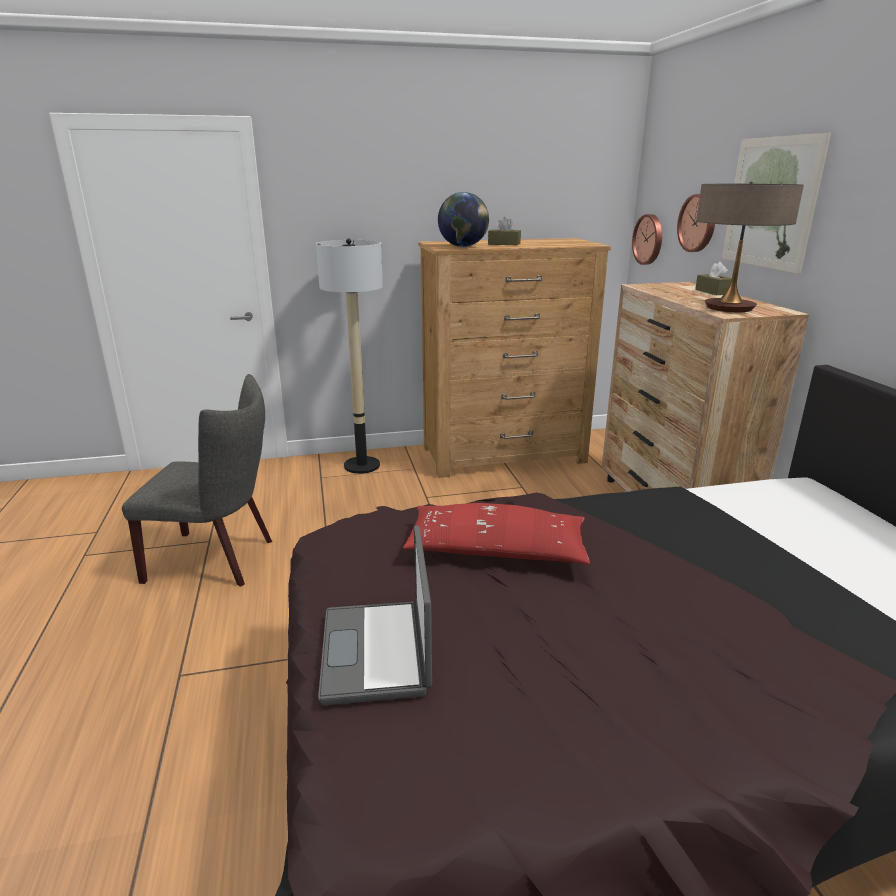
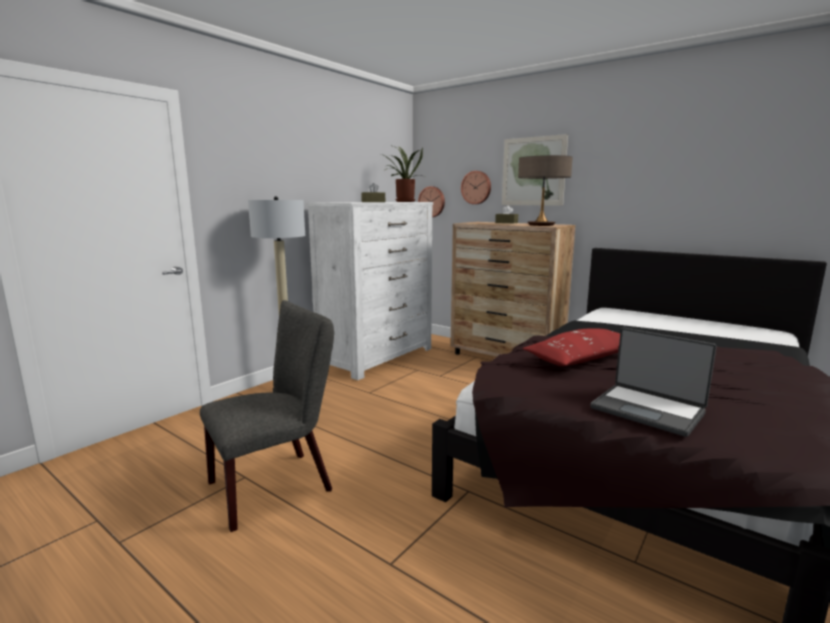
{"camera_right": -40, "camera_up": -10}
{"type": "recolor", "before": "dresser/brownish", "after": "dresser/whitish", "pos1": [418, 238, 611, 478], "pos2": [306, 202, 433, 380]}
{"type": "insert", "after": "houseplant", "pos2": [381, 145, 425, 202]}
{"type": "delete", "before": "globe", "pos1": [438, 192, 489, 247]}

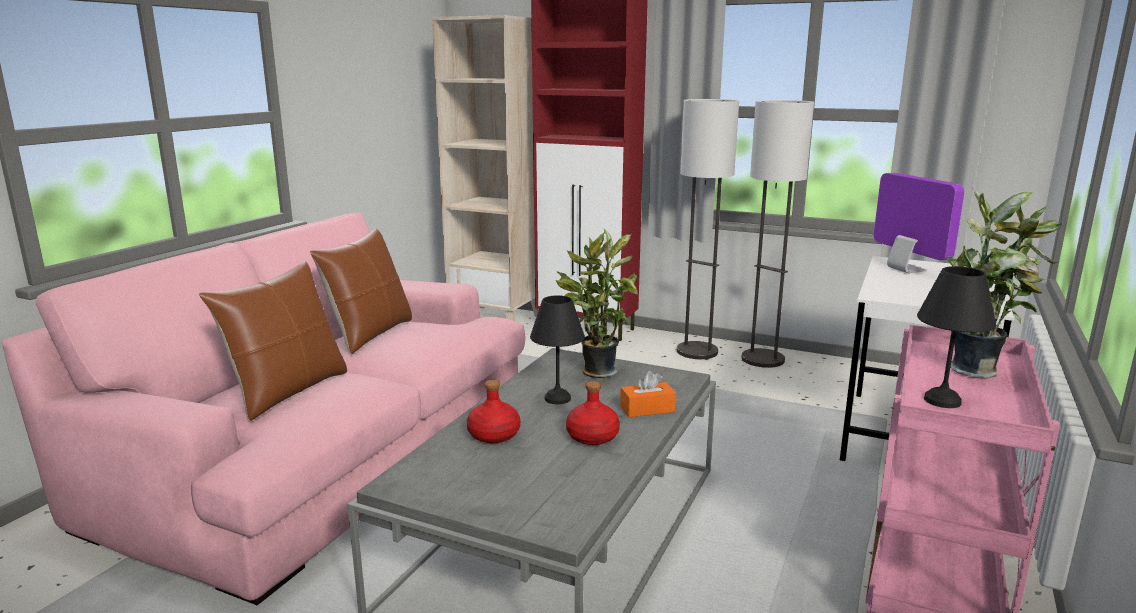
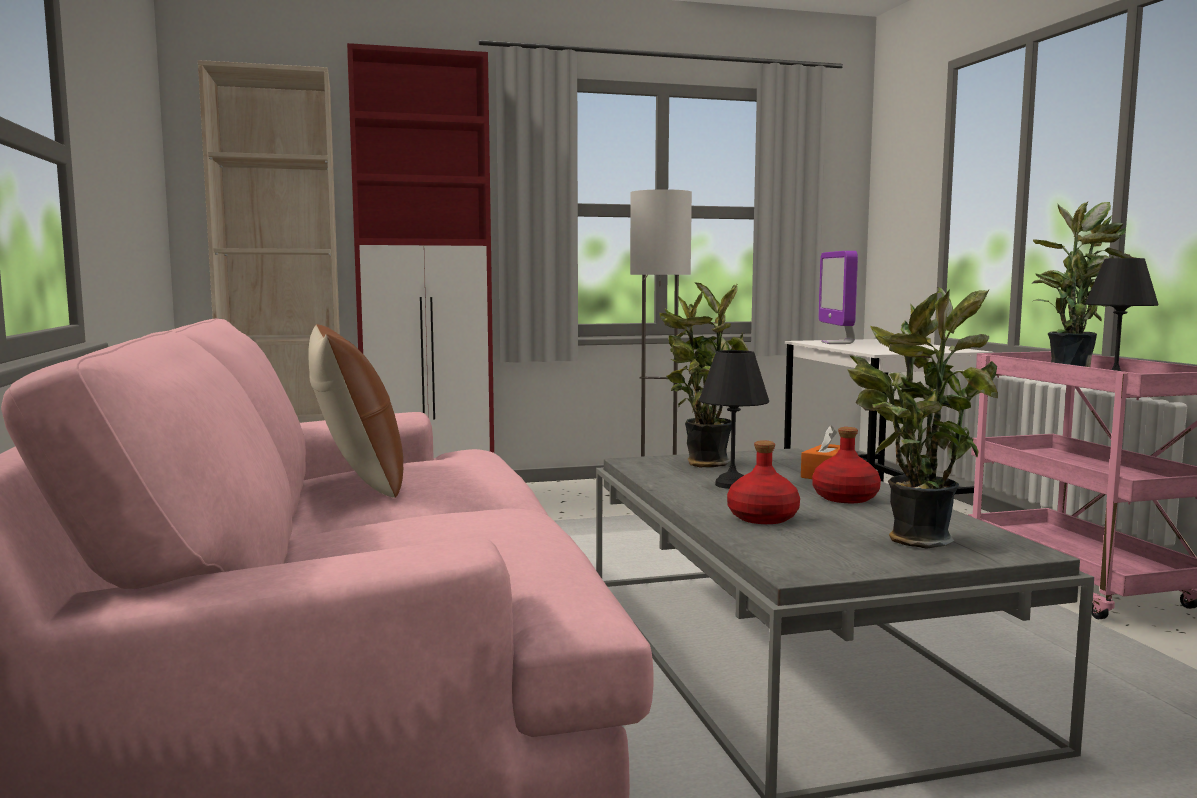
{"camera_right": -40, "camera_up": -10}
{"type": "rotate", "before": "computer screen", "pos1": [874, 173, 964, 273], "pos2": [818, 251, 858, 344], "turn": -120}
{"type": "insert", "after": "houseplant", "pos2": [848, 287, 998, 549]}
{"type": "delete", "before": "cushion/brownish", "pos1": [199, 261, 347, 421]}
{"type": "delete", "before": "standing lamp", "pos1": [677, 99, 739, 359]}

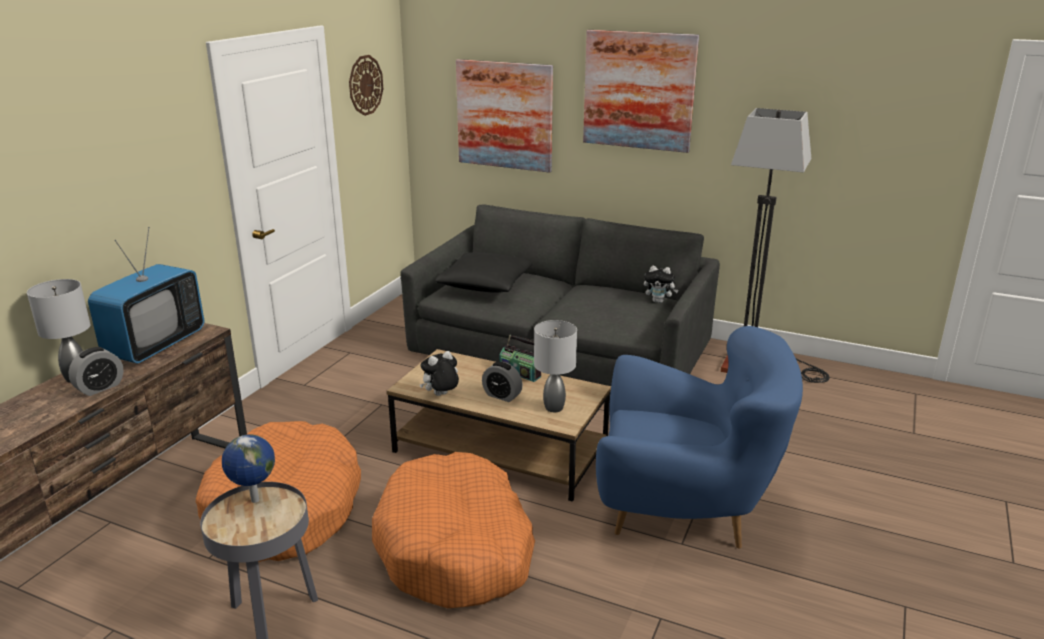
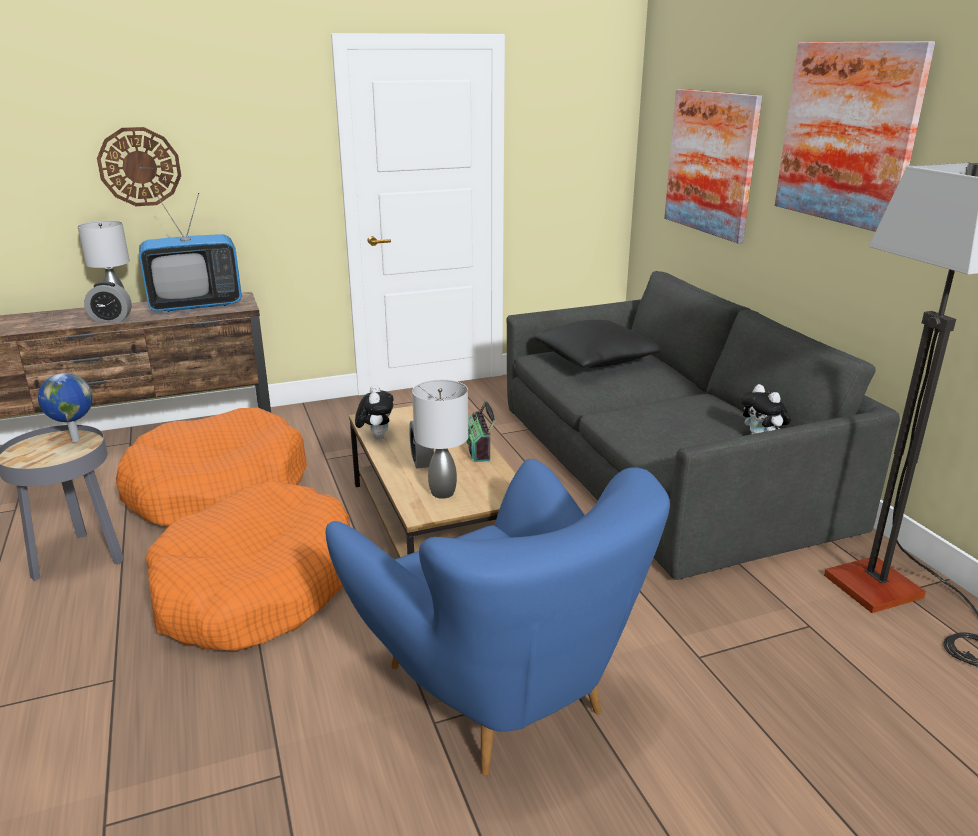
{"camera_right": 45, "camera_up": 0}
{"type": "move", "before": "wall clock", "pos1": [349, 55, 383, 116], "pos2": [97, 127, 181, 206]}
{"type": "rotate", "before": "cuddly toy", "pos1": [420, 351, 459, 396], "pos2": [355, 385, 393, 440], "turn": 75}

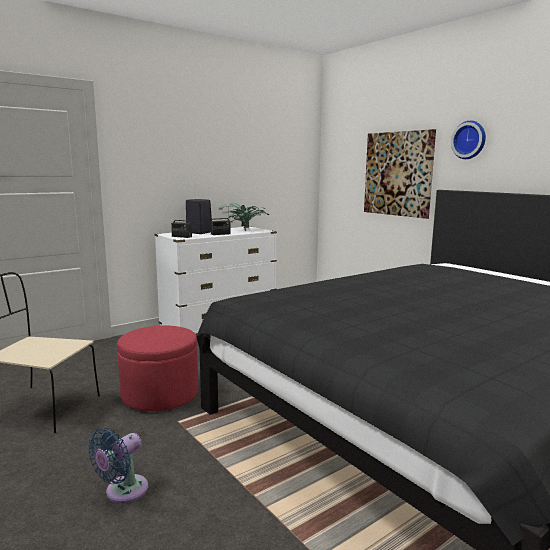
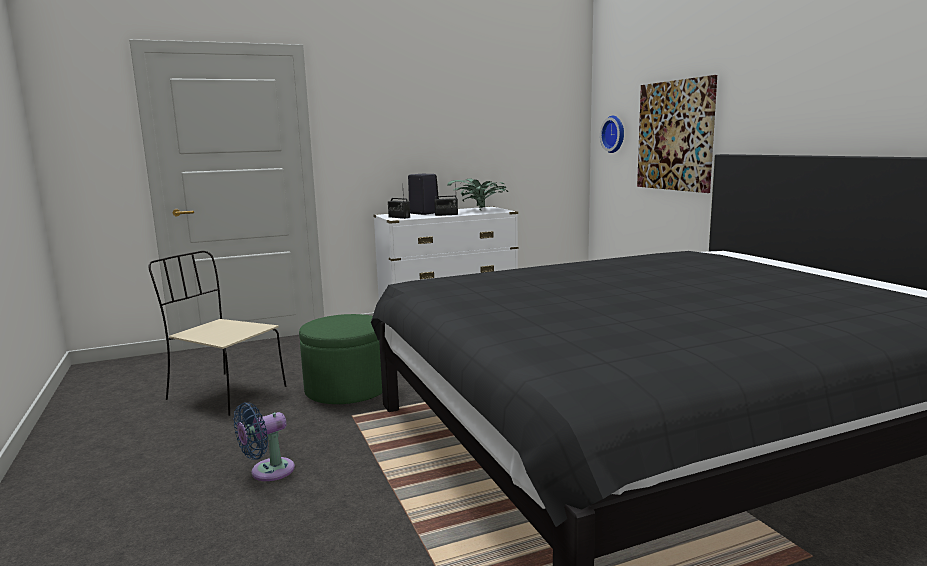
{"camera_right": 15, "camera_up": 0}
{"type": "recolor", "before": "pouffe/reddish", "after": "pouffe/green-coloured", "pos1": [117, 326, 198, 411], "pos2": [299, 314, 382, 404]}
{"type": "move", "before": "wall clock", "pos1": [451, 121, 486, 159], "pos2": [600, 116, 624, 153]}

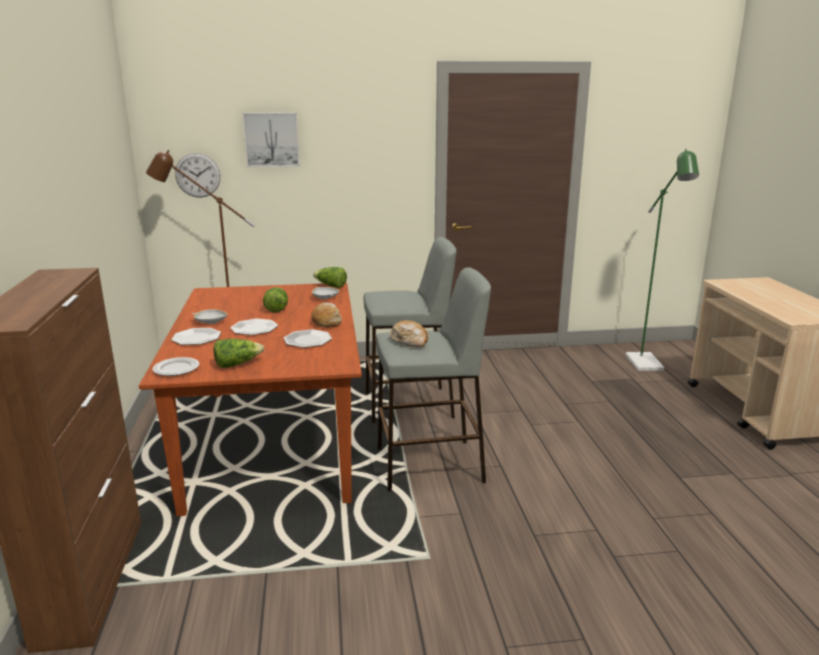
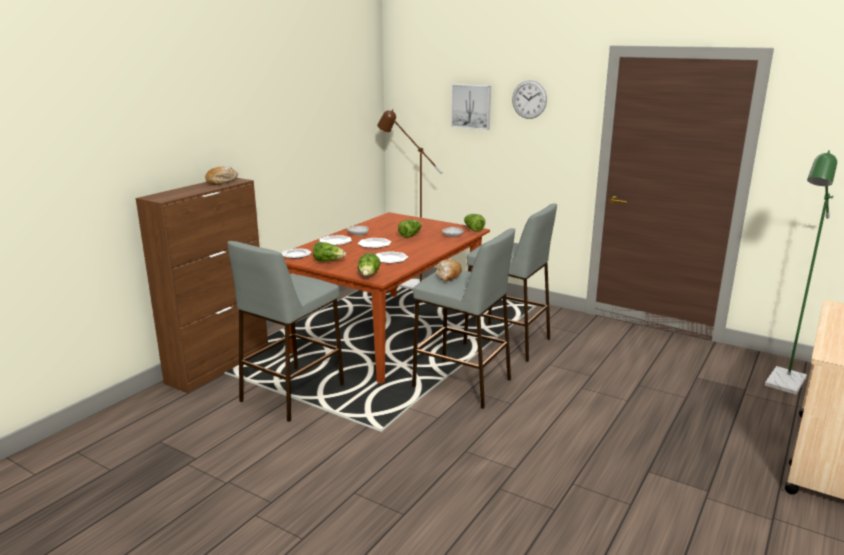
{"camera_right": 40, "camera_up": 0}
{"type": "move", "before": "bakery bread", "pos1": [311, 302, 342, 328], "pos2": [205, 166, 238, 185]}
{"type": "insert", "after": "sitting stool/gray", "pos2": [227, 241, 344, 422]}
{"type": "insert", "after": "head of lettuce", "pos2": [358, 253, 380, 276]}
{"type": "move", "before": "wall clock", "pos1": [175, 153, 221, 198], "pos2": [512, 80, 547, 119]}

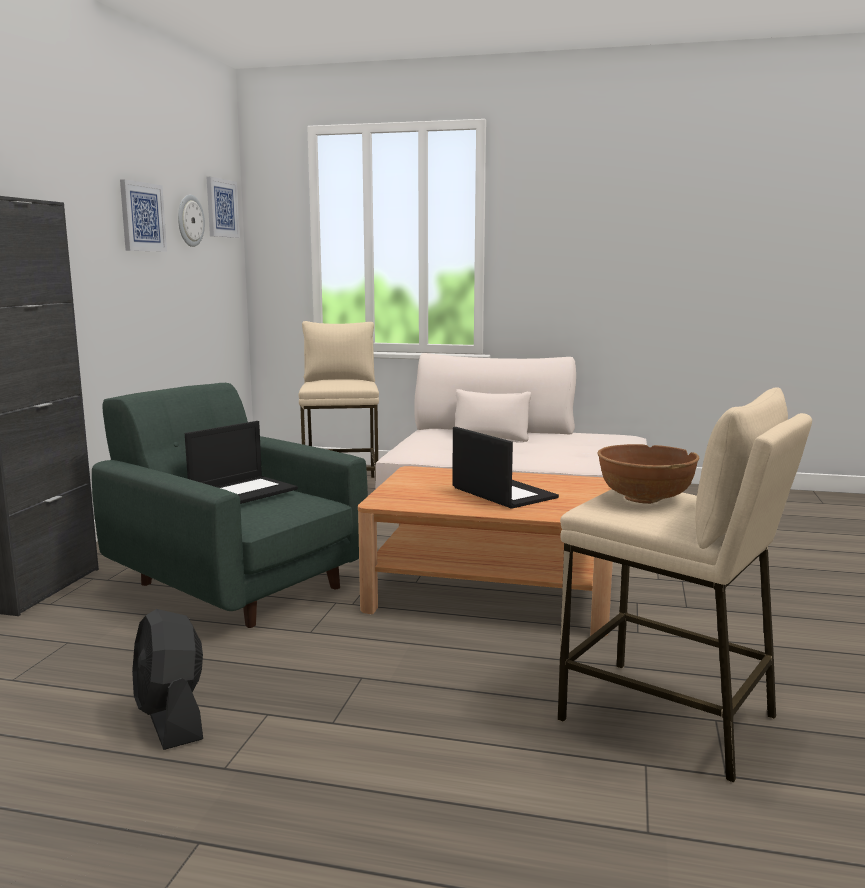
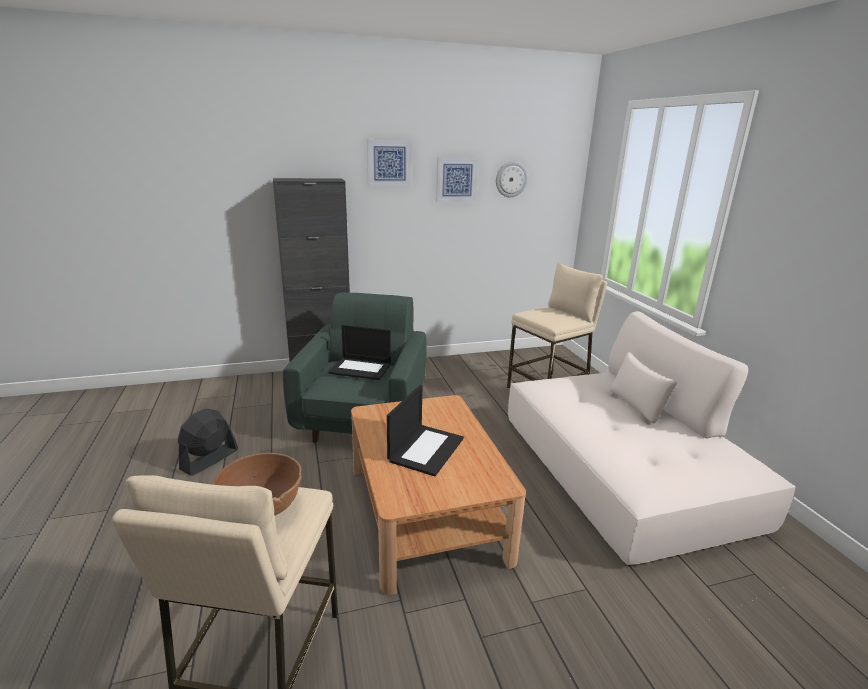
{"camera_right": 60, "camera_up": 10}
{"type": "move", "before": "wall art", "pos1": [207, 177, 240, 238], "pos2": [367, 139, 412, 187]}

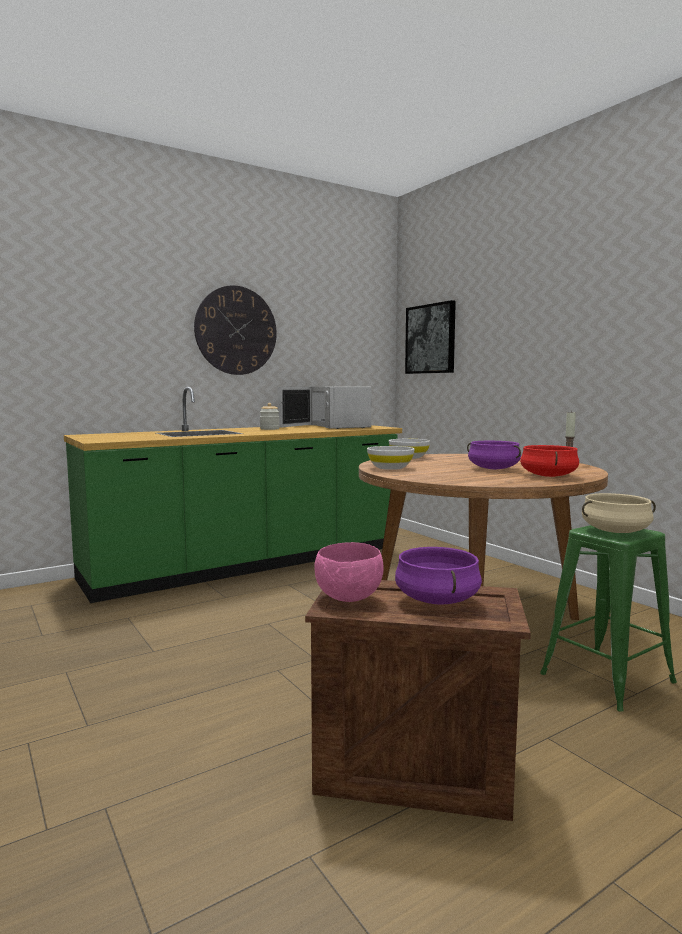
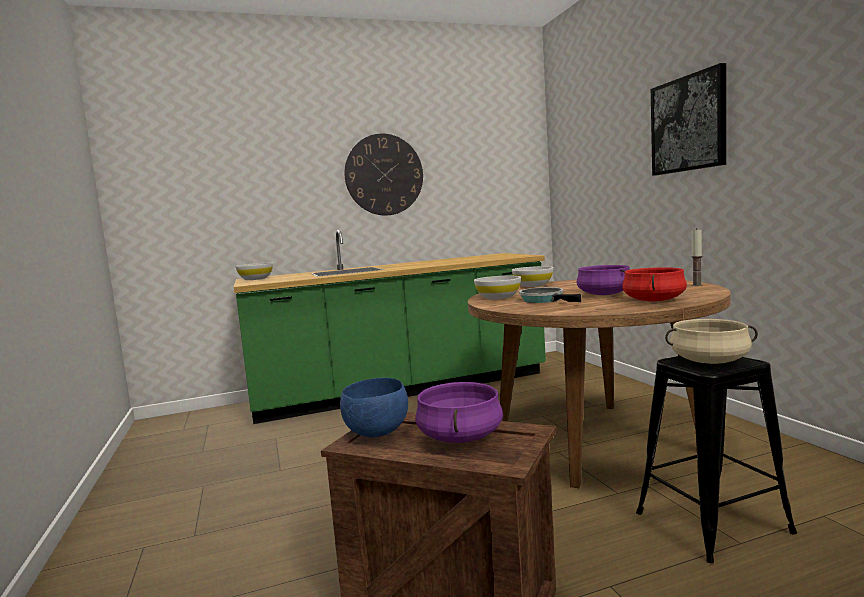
{"camera_right": 15, "camera_up": 0}
{"type": "insert", "after": "serving bowl/whitish", "pos2": [236, 263, 273, 280]}
{"type": "recolor", "before": "serving bowl/pink", "after": "serving bowl/blue", "pos1": [314, 542, 384, 602], "pos2": [340, 378, 408, 437]}
{"type": "insert", "after": "frying pan", "pos2": [519, 287, 581, 303]}
{"type": "recolor", "before": "sitting stool/green-coloured", "after": "sitting stool/black-coloured", "pos1": [540, 525, 677, 711], "pos2": [636, 356, 797, 563]}
{"type": "move", "before": "wall art", "pos1": [405, 300, 456, 374], "pos2": [651, 63, 726, 176]}
{"type": "delete", "before": "storage jar", "pos1": [260, 403, 280, 430]}
{"type": "delete", "before": "kitchen microwave/whitish", "pos1": [278, 387, 371, 429]}

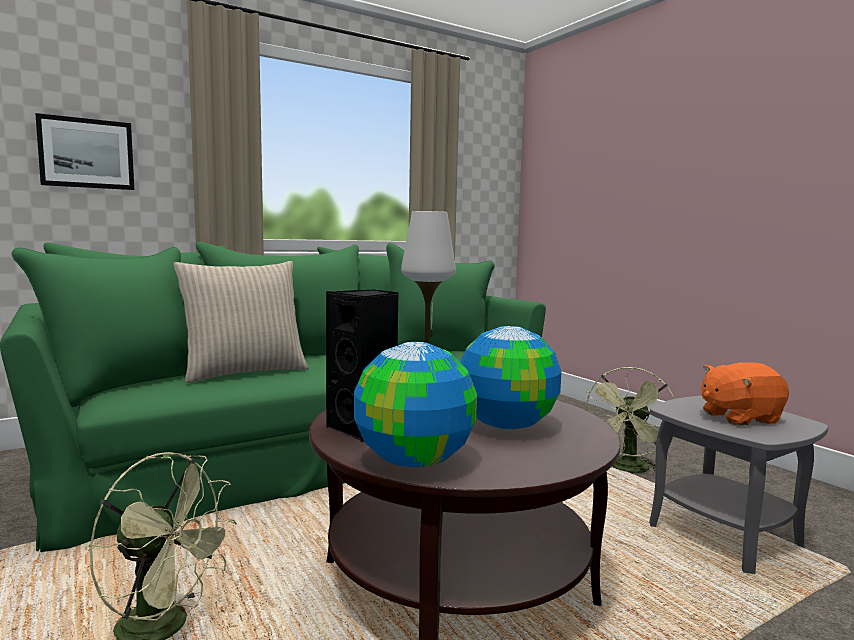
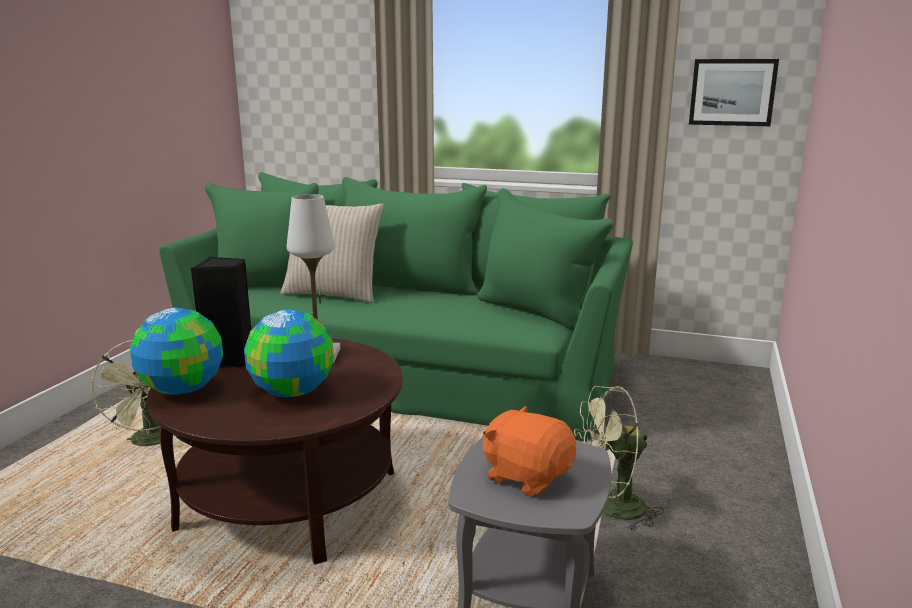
{"camera_right": 50, "camera_up": 10}
{"type": "move", "before": "wall art", "pos1": [35, 113, 134, 190], "pos2": [689, 59, 779, 126]}

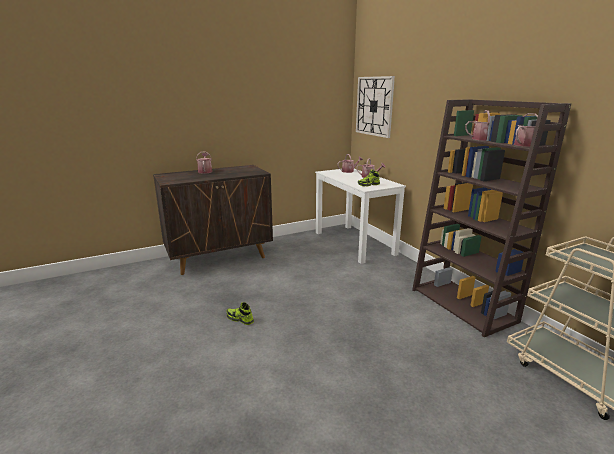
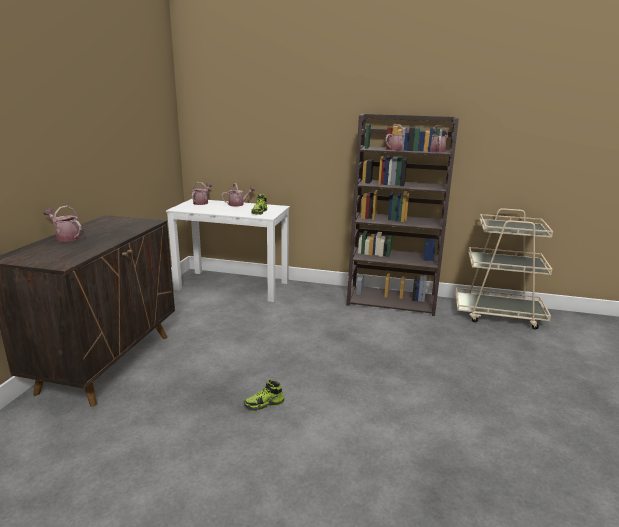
{"camera_right": -50, "camera_up": 0}
{"type": "delete", "before": "wall clock", "pos1": [356, 76, 395, 138]}

